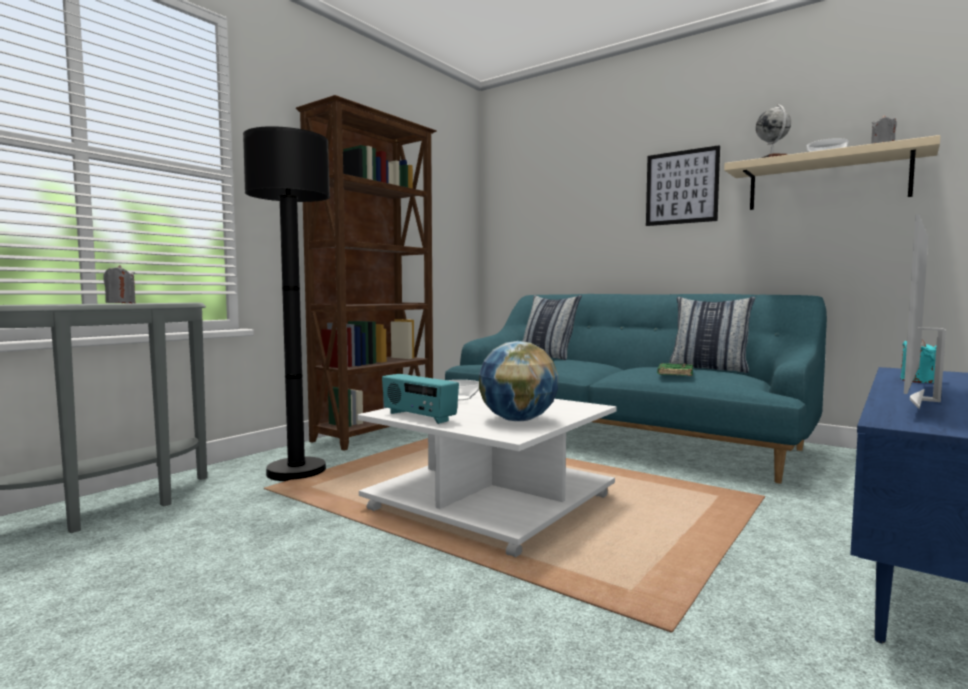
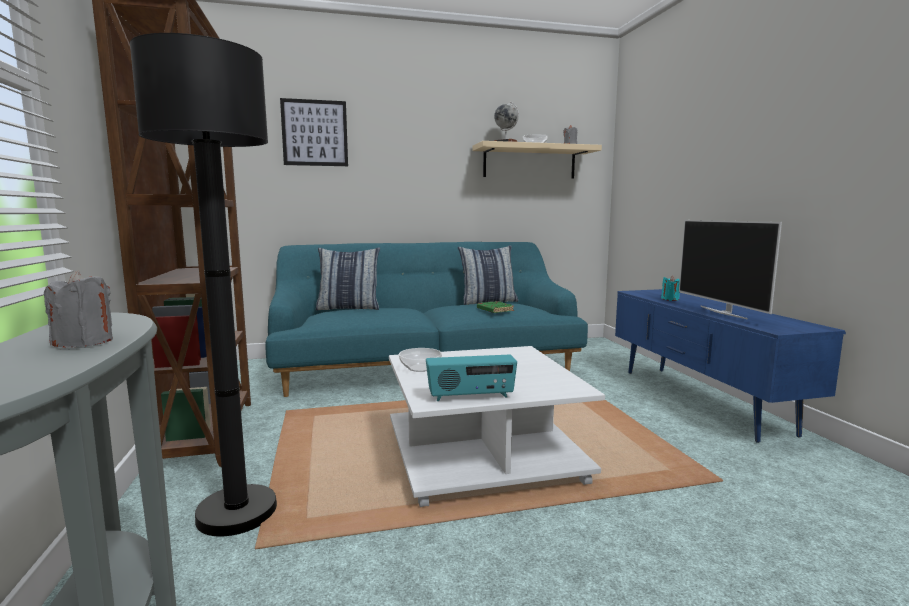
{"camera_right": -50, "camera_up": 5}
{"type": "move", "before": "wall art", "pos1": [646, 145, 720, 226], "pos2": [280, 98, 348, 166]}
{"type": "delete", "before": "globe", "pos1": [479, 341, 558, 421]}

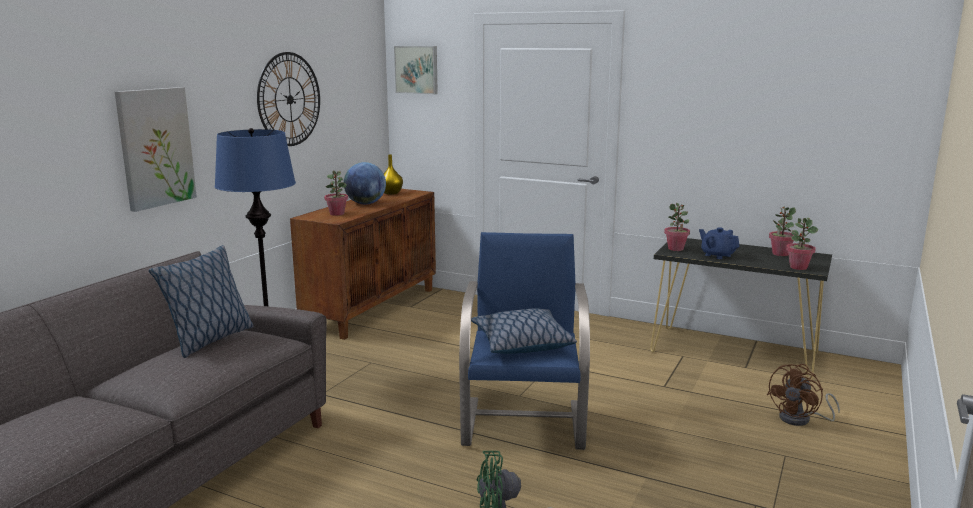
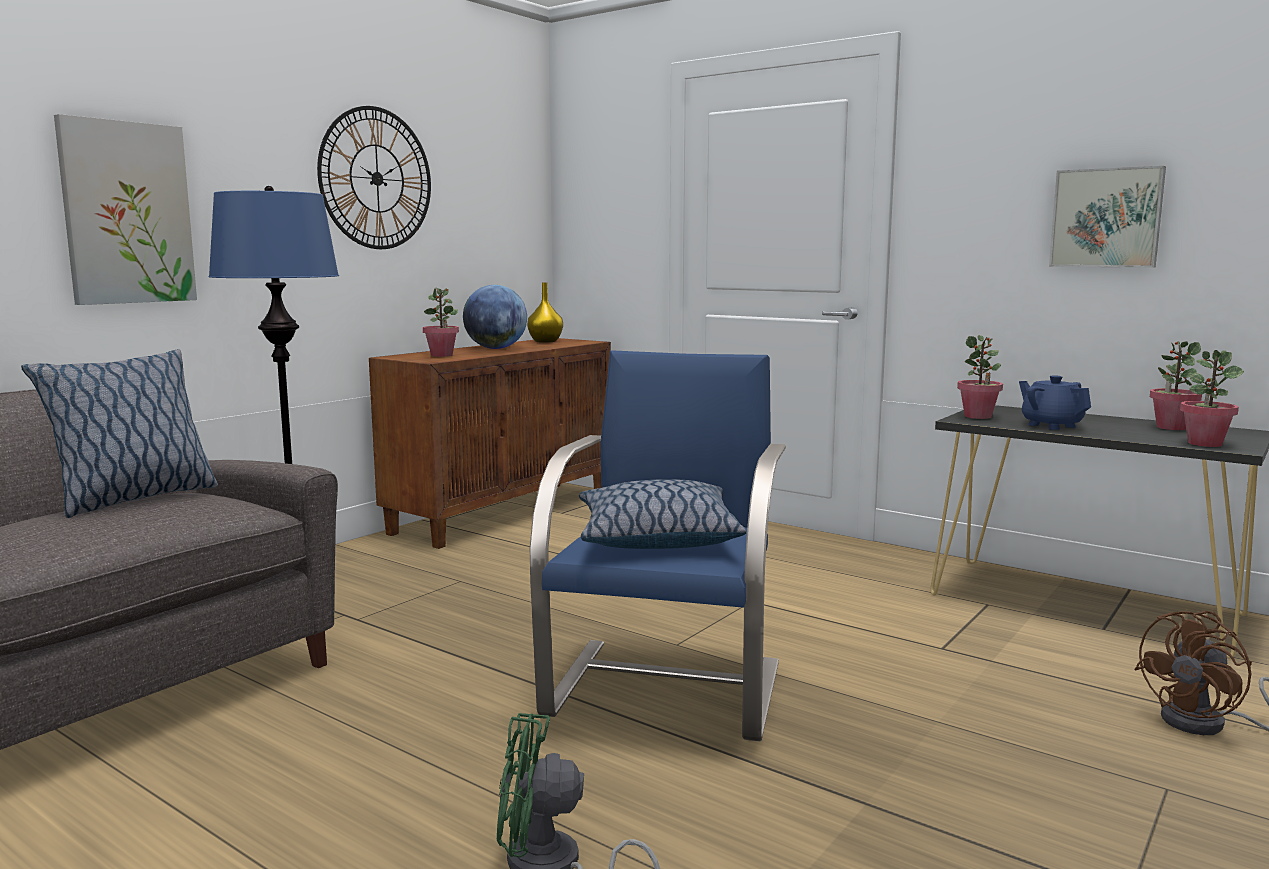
{"camera_right": 10, "camera_up": -5}
{"type": "move", "before": "wall art", "pos1": [394, 46, 438, 94], "pos2": [1049, 166, 1166, 268]}

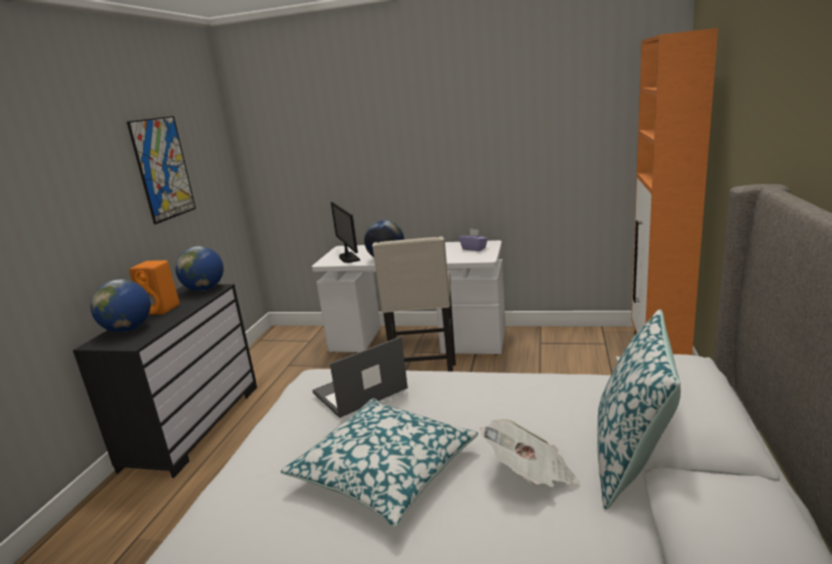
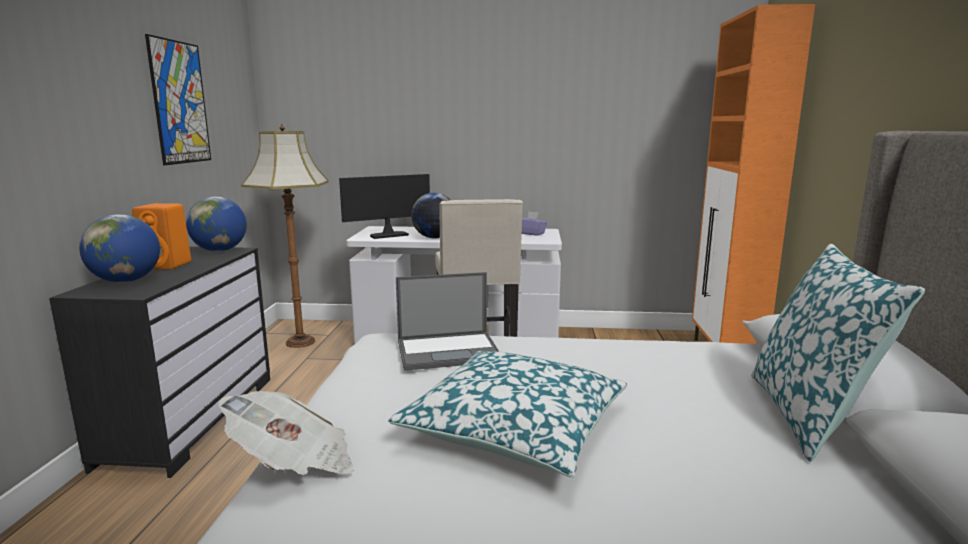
{"camera_right": -10, "camera_up": -5}
{"type": "move", "before": "daily paper", "pos1": [480, 419, 580, 487], "pos2": [218, 391, 354, 475]}
{"type": "insert", "after": "standing lamp", "pos2": [241, 123, 329, 348]}
{"type": "rotate", "before": "computer screen", "pos1": [331, 202, 360, 263], "pos2": [339, 174, 430, 239], "turn": 90}
{"type": "rotate", "before": "laptop", "pos1": [313, 336, 408, 418], "pos2": [396, 272, 499, 371], "turn": -150}

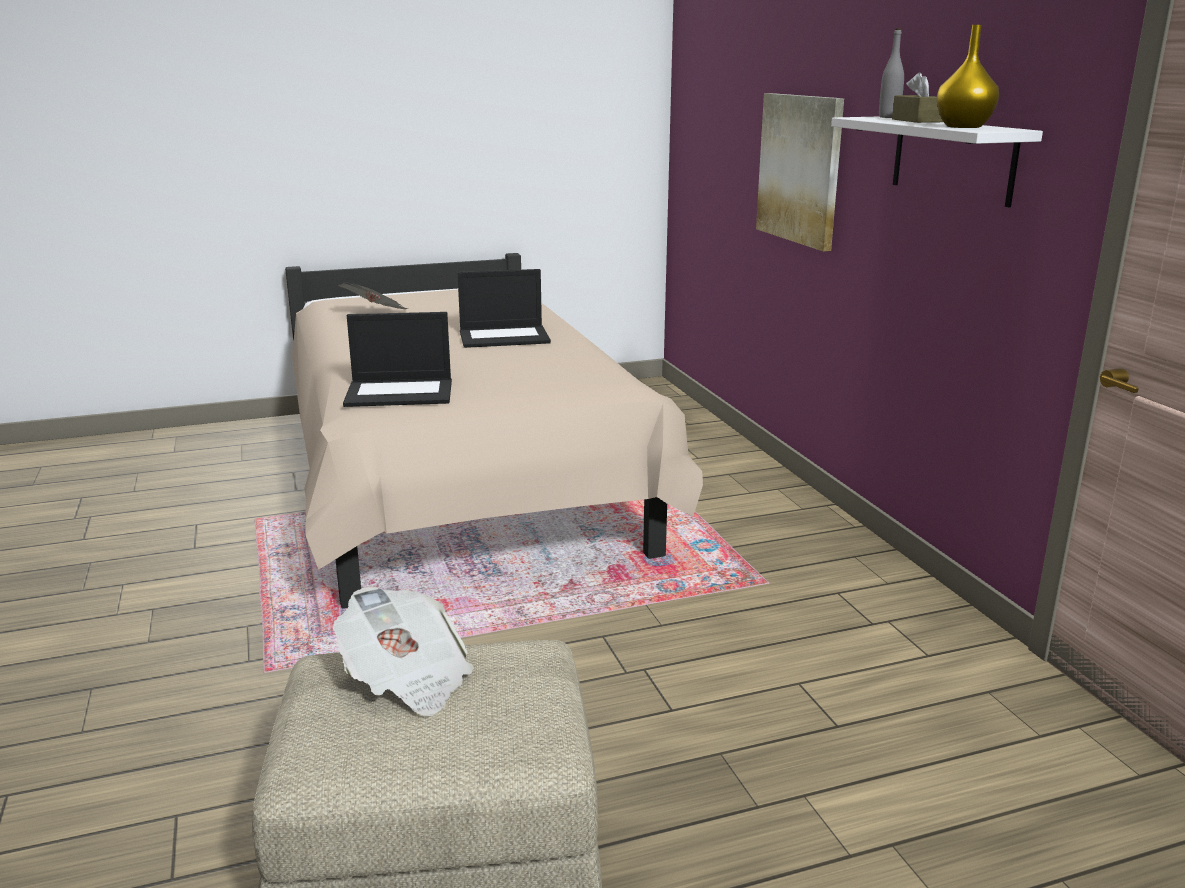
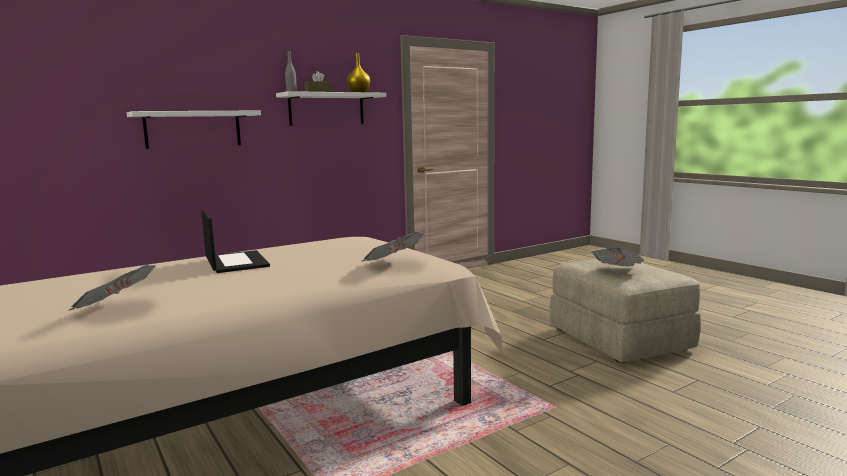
{"camera_right": -105, "camera_up": -10}
{"type": "replace", "before": "wall art", "after": "shelf/whitish", "pos1": [756, 93, 844, 251], "pos2": [127, 111, 261, 149]}
{"type": "replace", "before": "laptop", "after": "daily paper", "pos1": [343, 312, 452, 407], "pos2": [362, 232, 424, 261]}

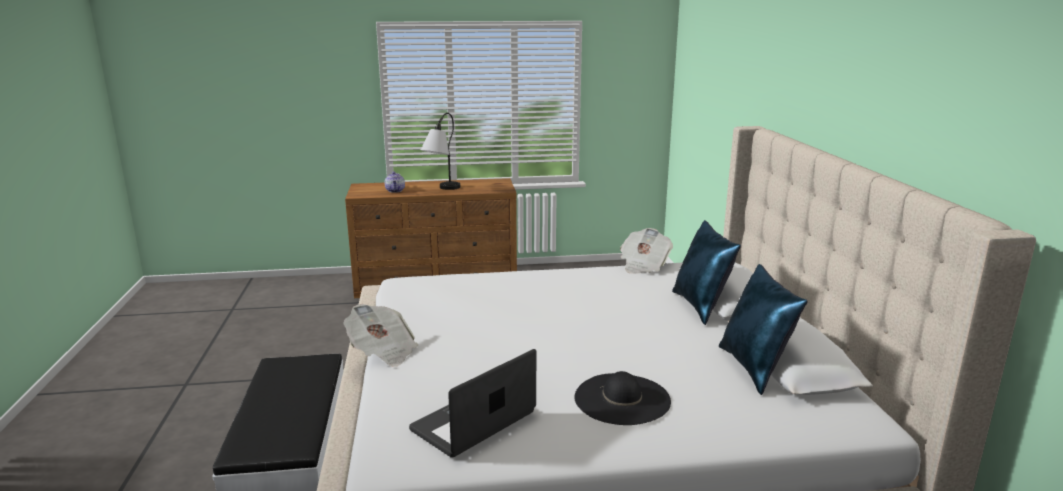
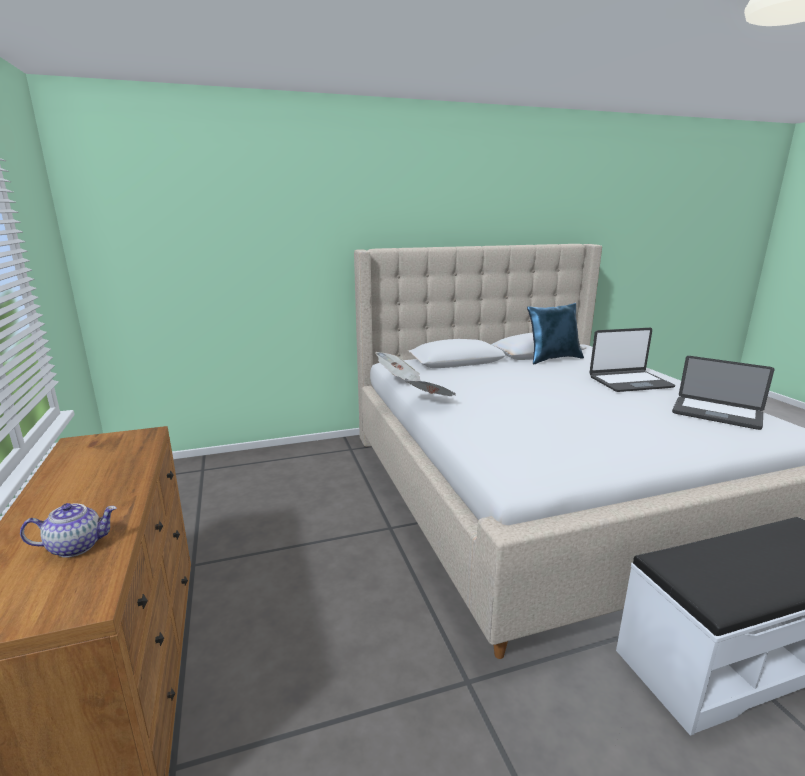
{"camera_right": -100, "camera_up": 0}
{"type": "move", "before": "daily paper", "pos1": [343, 304, 418, 367], "pos2": [406, 381, 457, 396]}
{"type": "replace", "before": "hat/black-coloured", "after": "laptop", "pos1": [574, 371, 671, 425], "pos2": [589, 328, 675, 392]}
{"type": "delete", "before": "tabletop lamp", "pos1": [421, 113, 460, 190]}
{"type": "delete", "before": "cushion/blue", "pos1": [672, 220, 741, 325]}

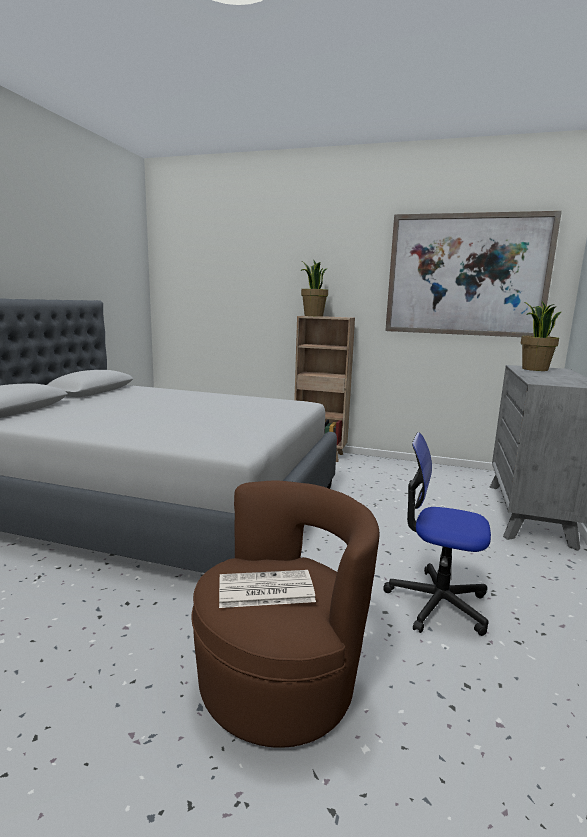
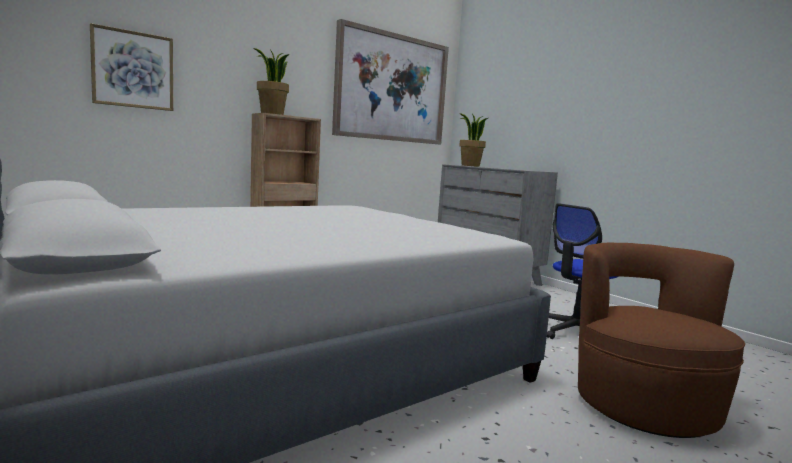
{"camera_right": -55, "camera_up": -5}
{"type": "insert", "after": "wall art", "pos2": [90, 23, 173, 111]}
{"type": "delete", "before": "daily paper", "pos1": [219, 570, 316, 608]}

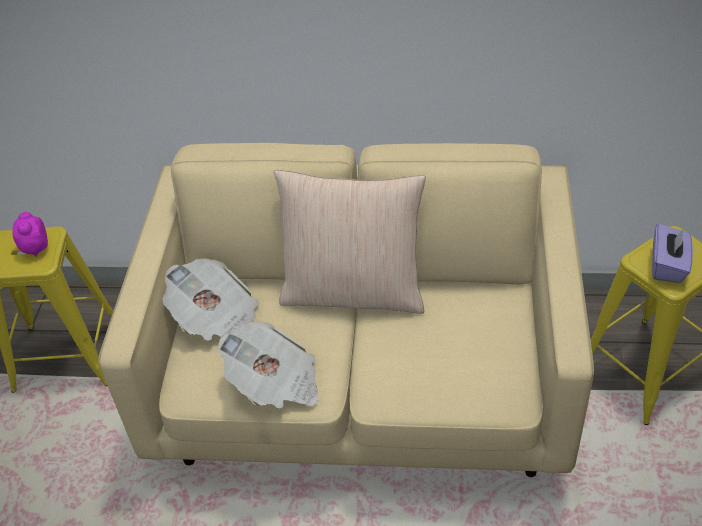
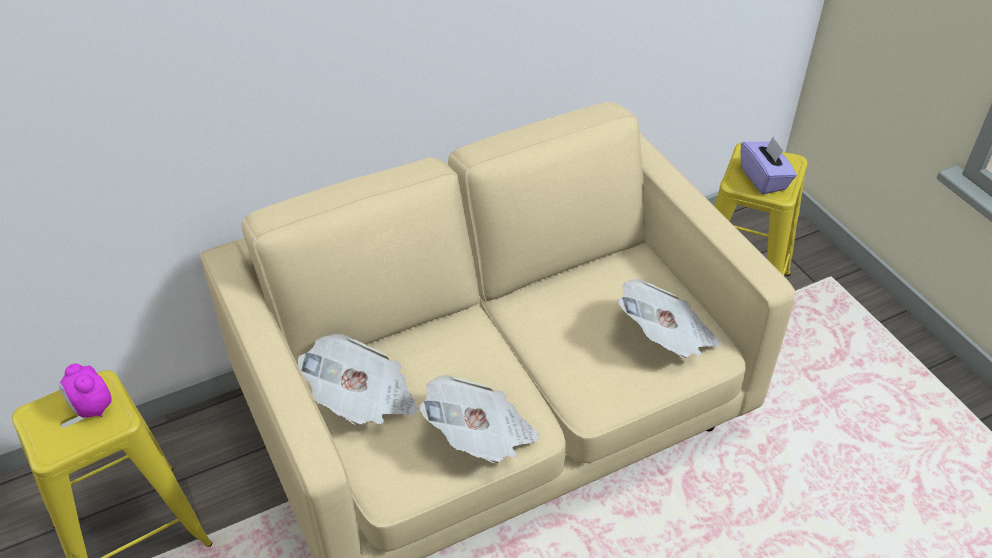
{"camera_right": -35, "camera_up": 0}
{"type": "insert", "after": "daily paper", "pos2": [617, 279, 721, 358]}
{"type": "delete", "before": "cushion/beige-coloured", "pos1": [274, 170, 426, 314]}

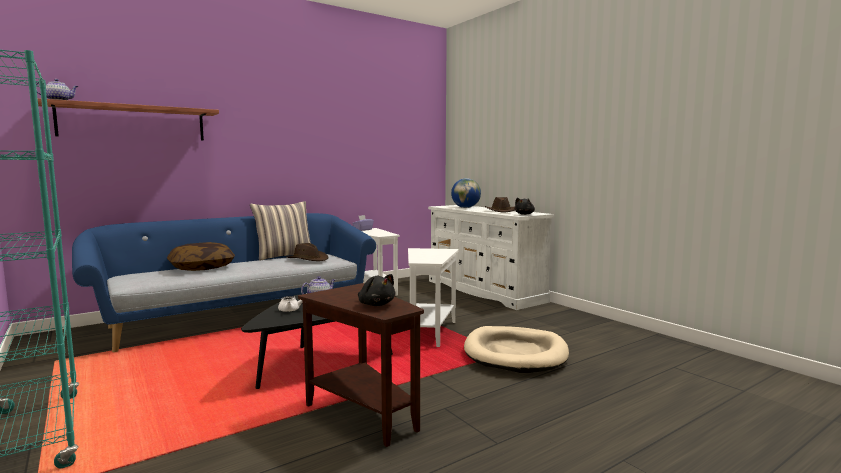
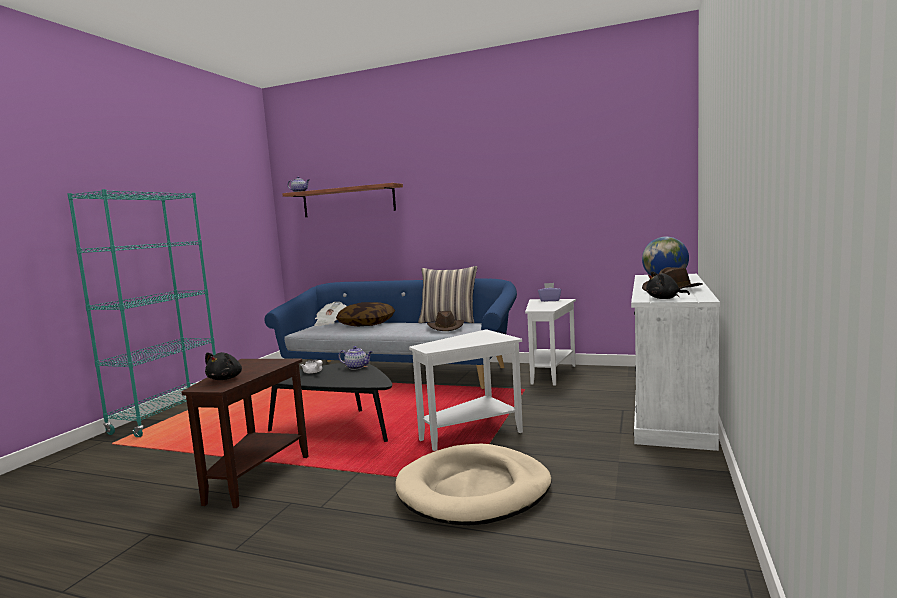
{"camera_right": 55, "camera_up": 0}
{"type": "insert", "after": "daily paper", "pos2": [314, 302, 346, 326]}

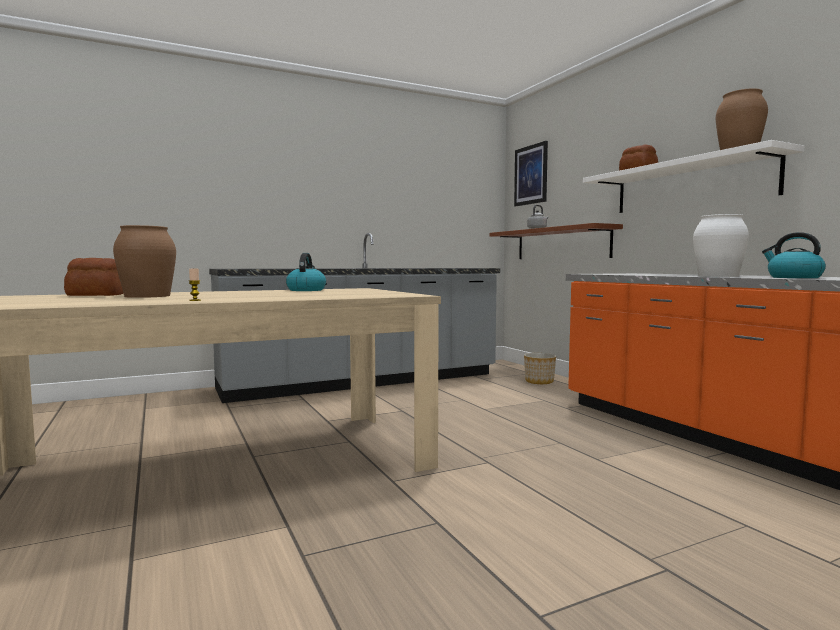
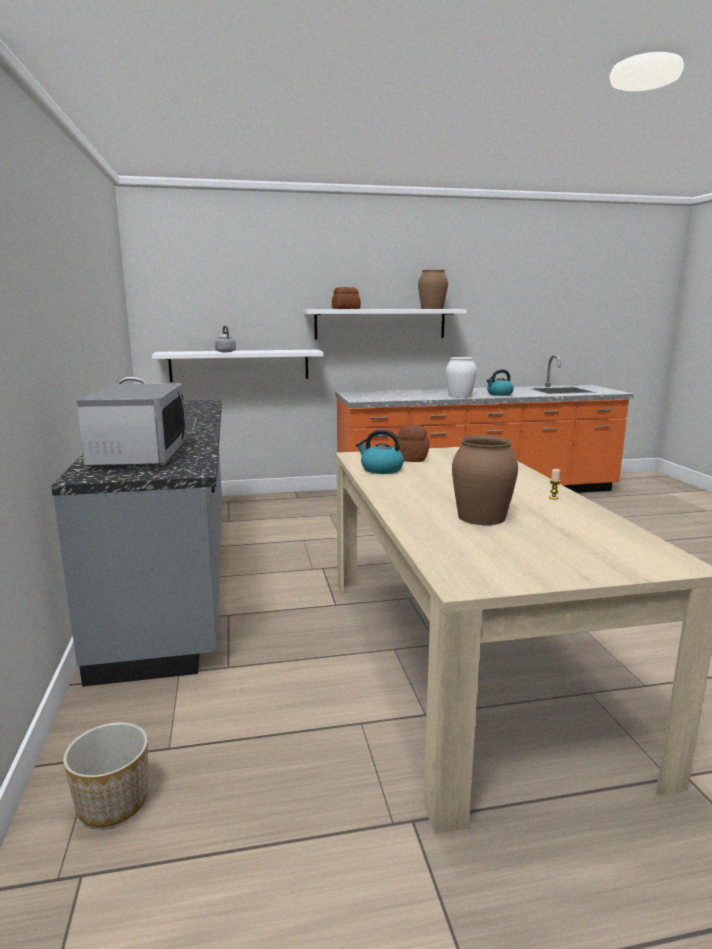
{"camera_right": -75, "camera_up": 10}
{"type": "move", "before": "planter", "pos1": [524, 353, 556, 384], "pos2": [63, 722, 149, 827]}
{"type": "insert", "after": "kitchen microwave", "pos2": [76, 383, 186, 466]}
{"type": "recolor", "before": "shelf/brownish", "after": "shelf/whitish", "pos1": [490, 223, 623, 259], "pos2": [152, 350, 323, 382]}
{"type": "move", "before": "bakery bread", "pos1": [64, 258, 124, 296], "pos2": [394, 425, 430, 462]}
{"type": "delete", "before": "wall art", "pos1": [514, 141, 548, 206]}

